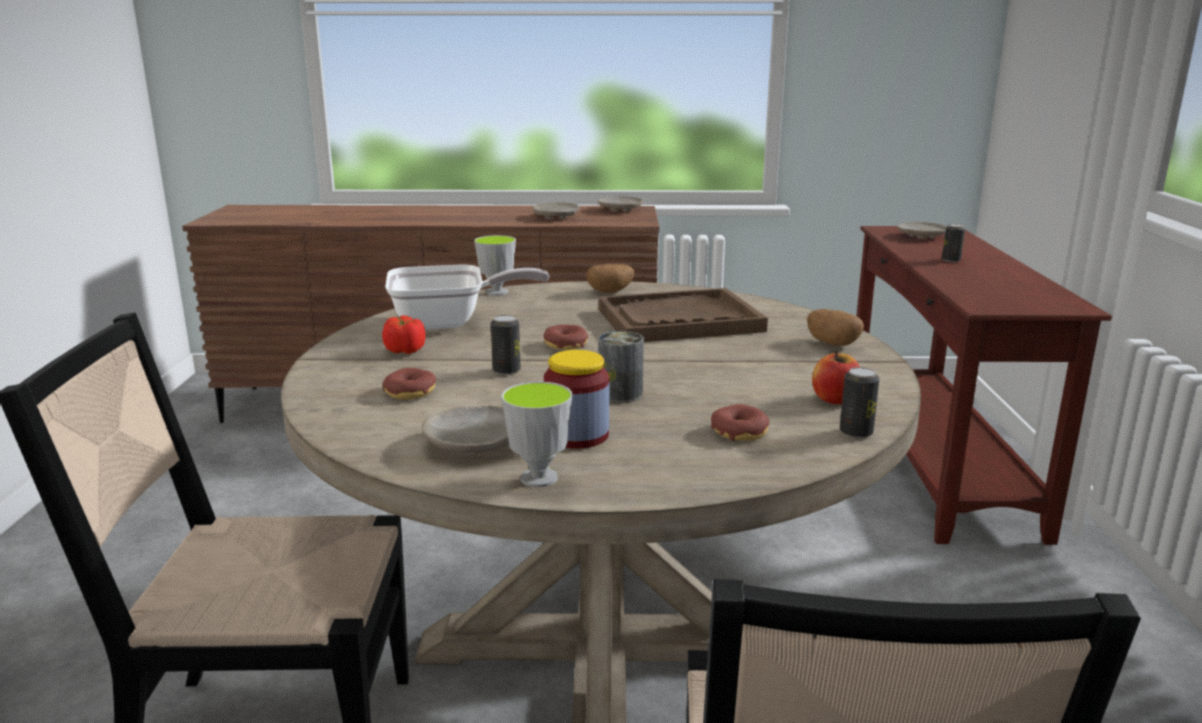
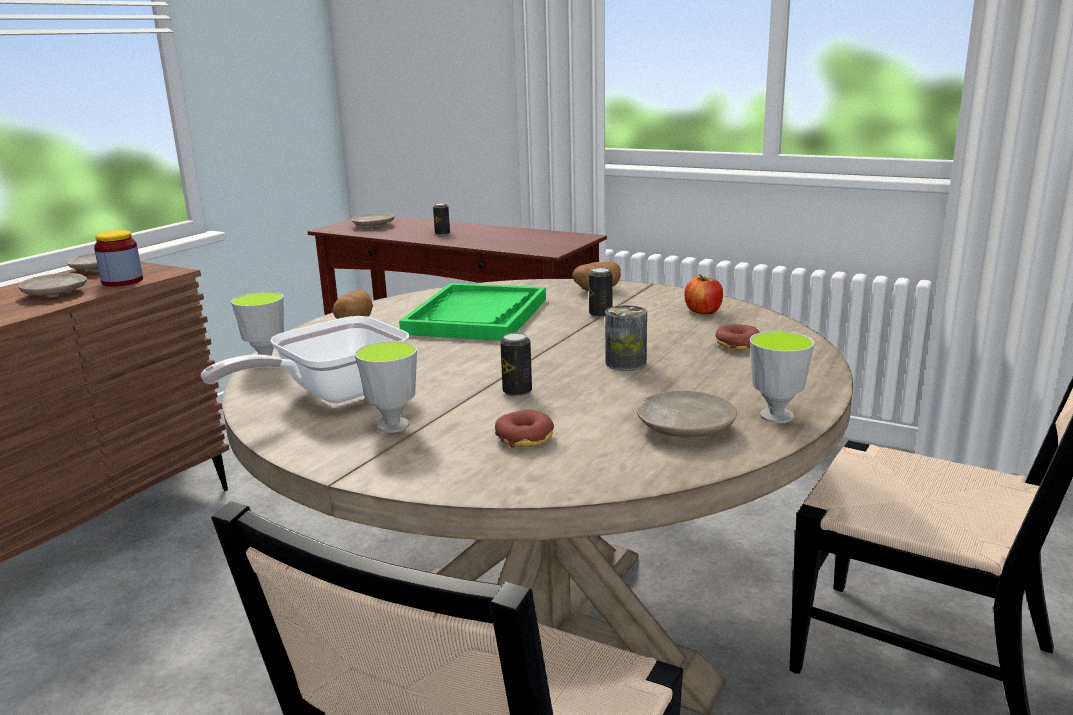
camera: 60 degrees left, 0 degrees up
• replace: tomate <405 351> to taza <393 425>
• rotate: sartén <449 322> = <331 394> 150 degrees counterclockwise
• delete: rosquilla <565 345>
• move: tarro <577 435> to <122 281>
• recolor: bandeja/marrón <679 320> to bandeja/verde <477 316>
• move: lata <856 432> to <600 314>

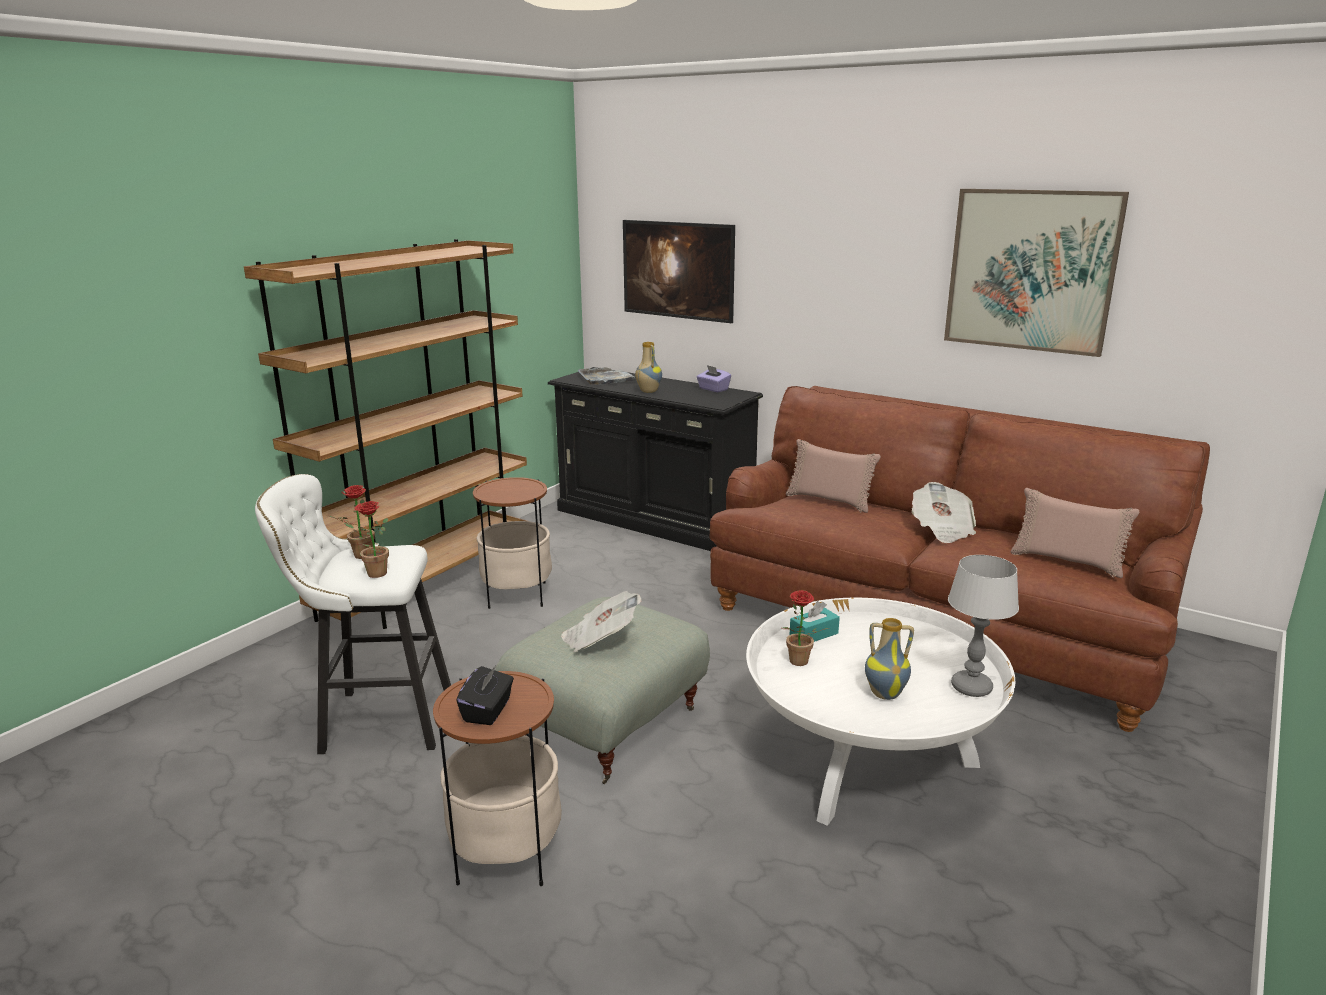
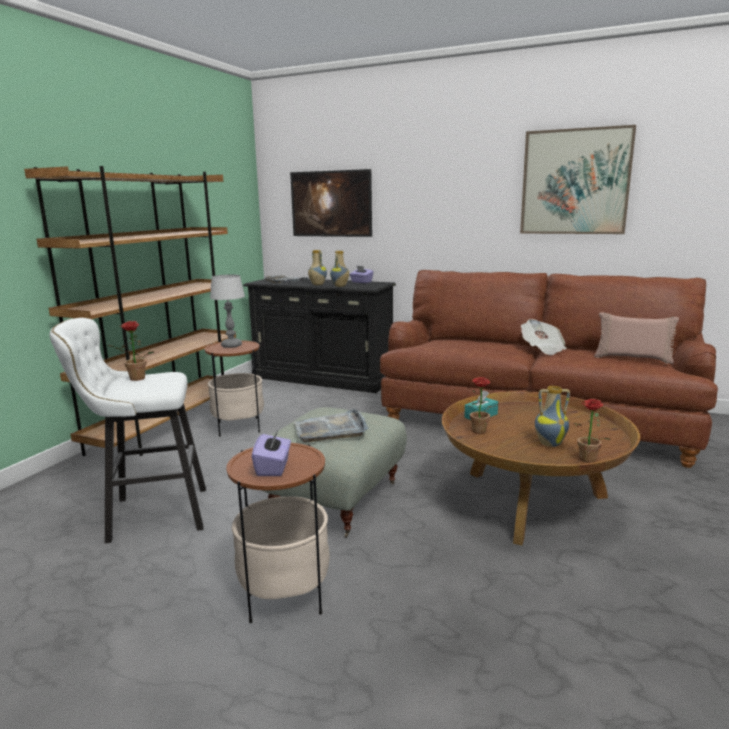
camera: 10 degrees left, 5 degrees down
• move: planta en maceta <372 573> to <584 460>
• recolor: caja de pañuelos/negro <488 711> to caja de pañuelos/morado <273 467>
• replace: periódico <600 640> to bandeja/gris <331 429>
• recolor: mesa de centro/blanco <868 760> to mesa de centro/marrón <530 501>
• delete: cojín/beis <829 501>
• move: lámpara de mesa <970 687> to <231 345>
• insert: florero <340 286>

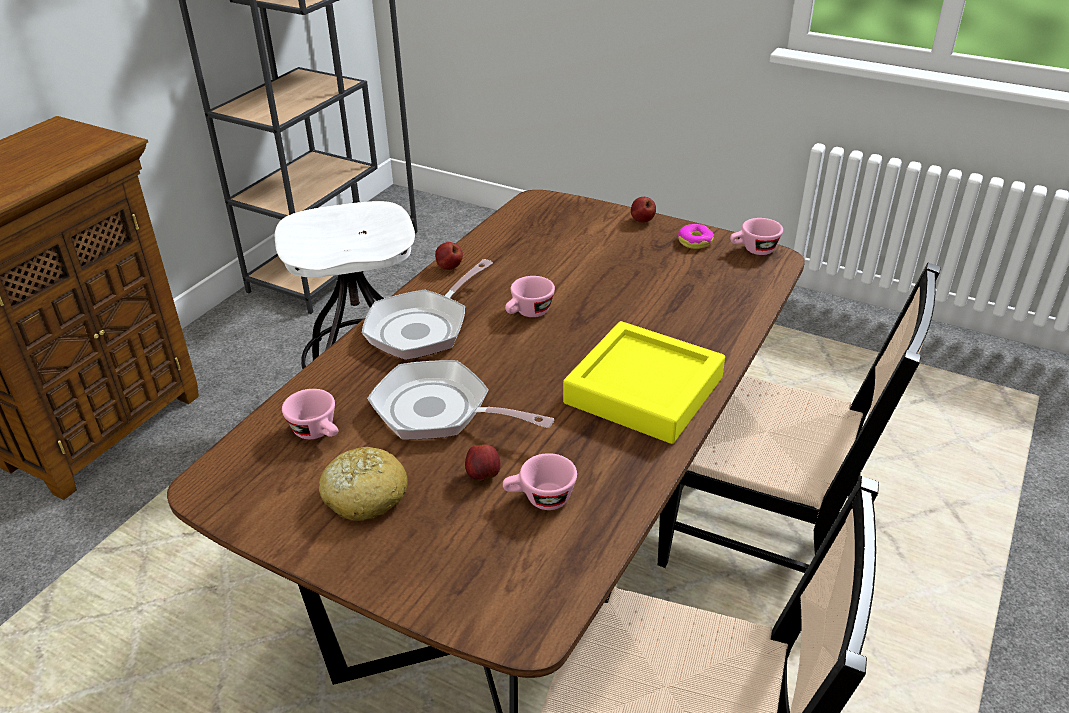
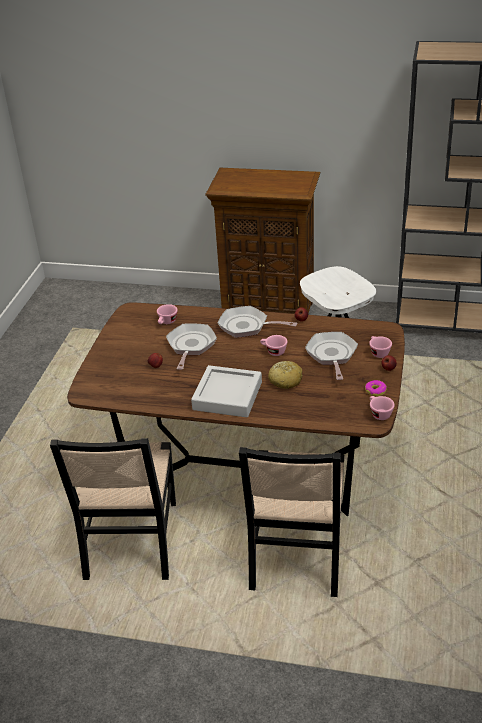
camera: 75 degrees right, 0 degrees up
• move: pan <364 496> to <285 380>
• move: taza/rosa <540 499> to <378 352>
• recolor: bandeja/amarillo <643 390> to bandeja/gris <227 396>
• insert: sartén <332 355>

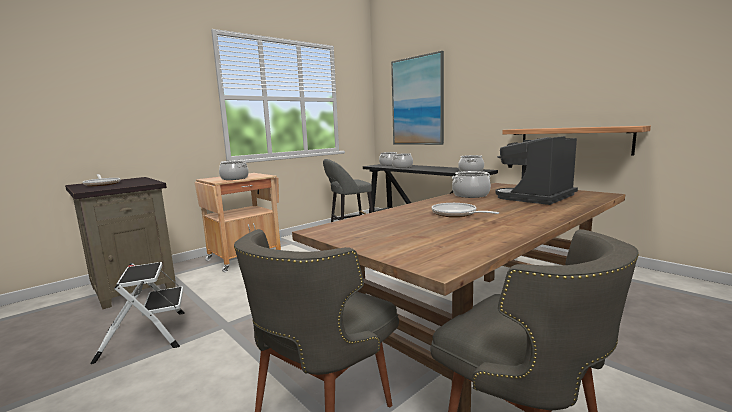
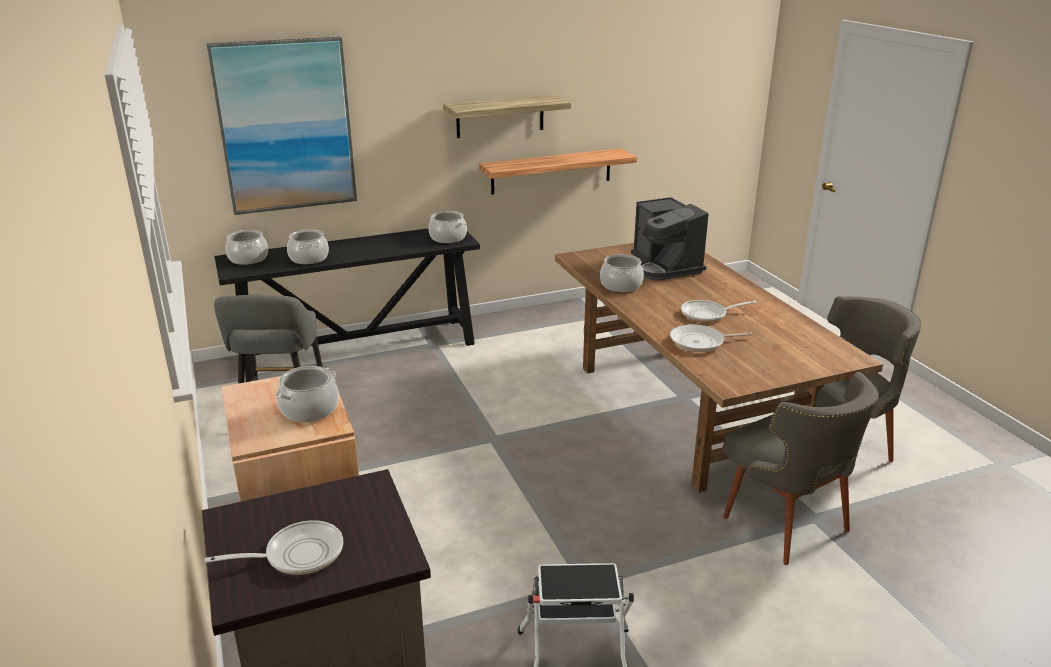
camera: 70 degrees left, 15 degrees up
• insert: estante <500 116>
• insert: sartén <700 342>

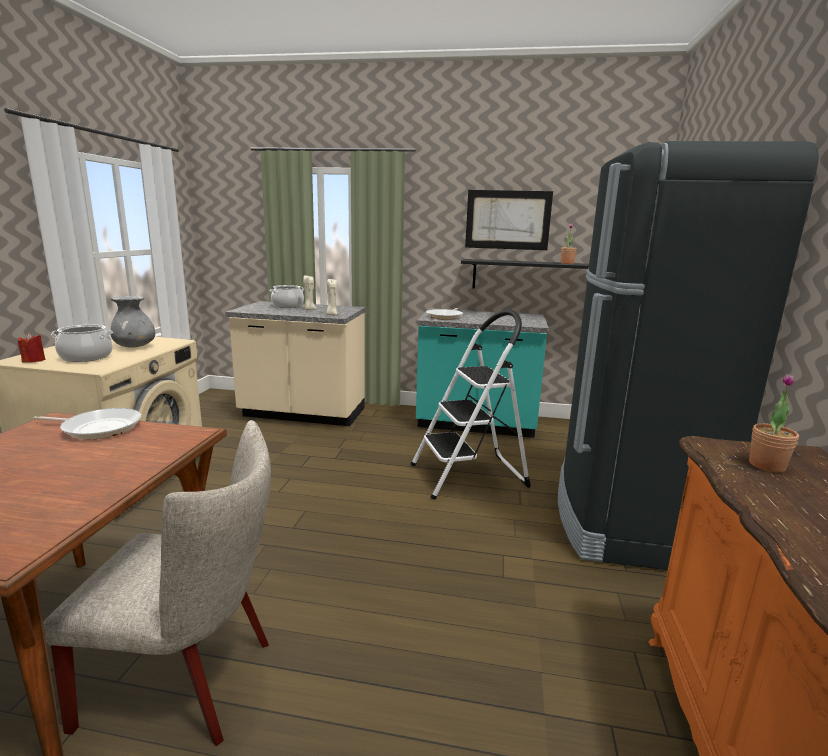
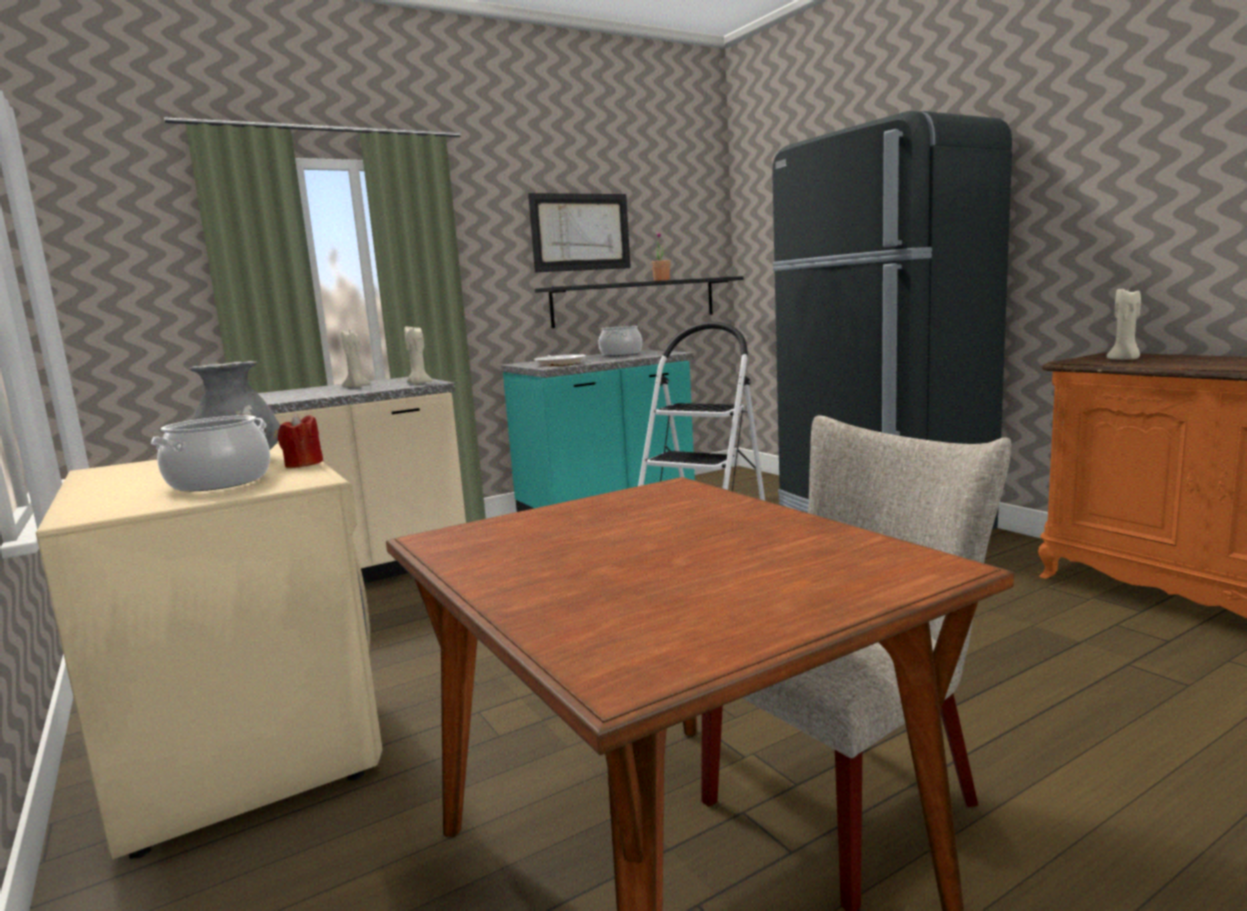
camera: 40 degrees left, 5 degrees down
• move: vela/rojo <34 360> to <303 464>
• delete: sartén <98 428>
• move: olla <287 306> to <621 354>
• replace: planta en maceta <767 465> to vela/beis <1124 359>

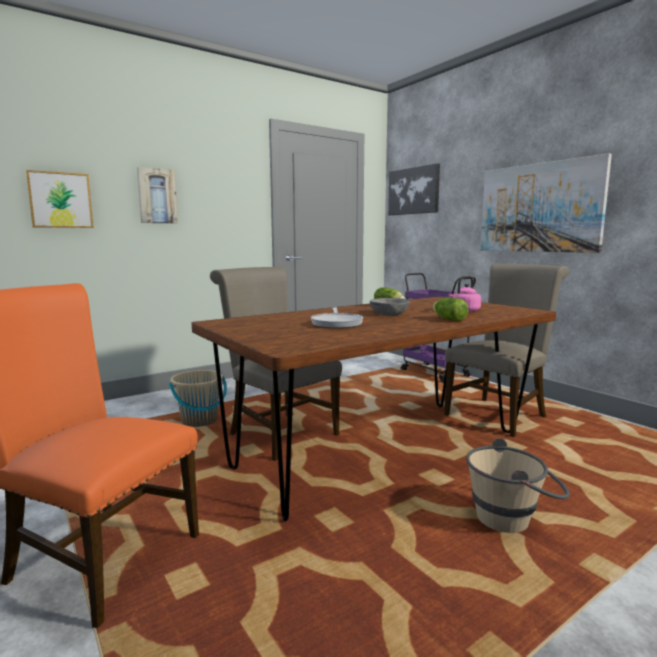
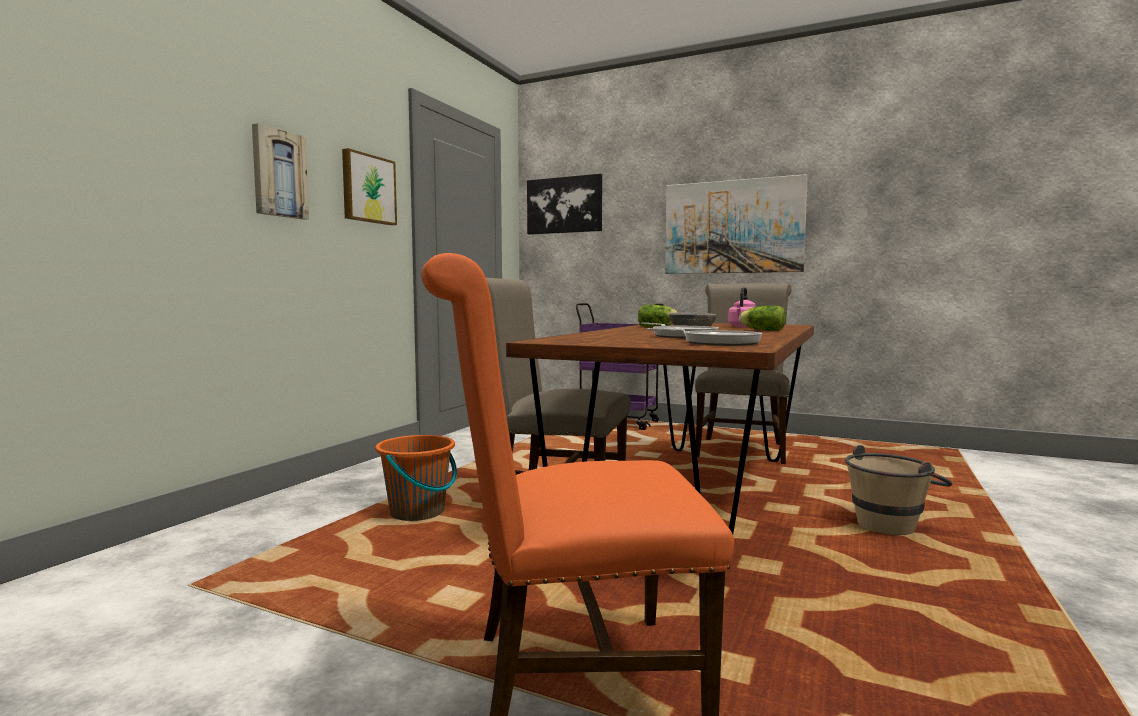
camera: 30 degrees left, 5 degrees down
• move: cuadro <60 200> to <367 189>
• recolor: cubo/beis <199 421> to cubo/naranja <418 513>
• insert: sartén <716 342>

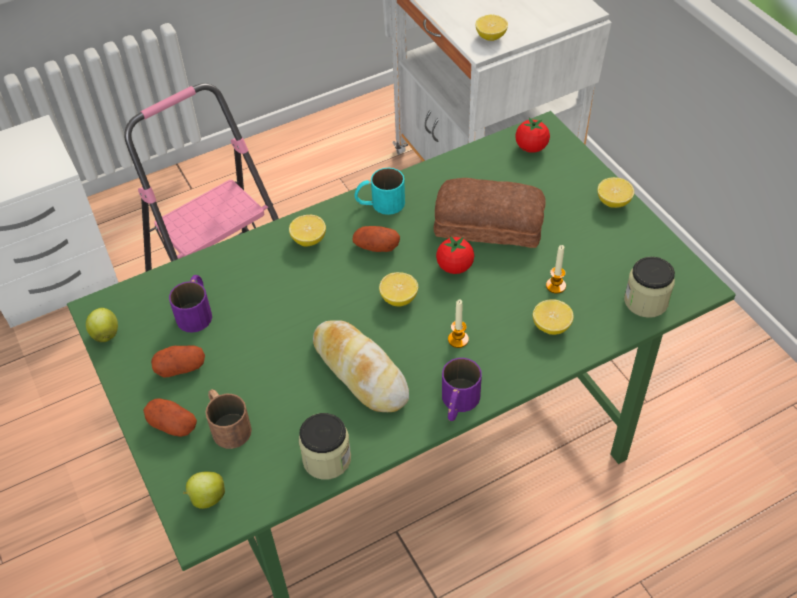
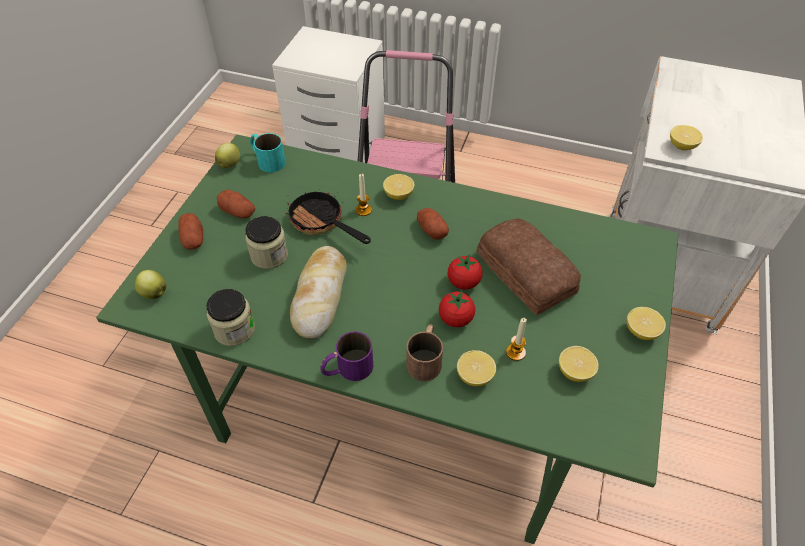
camera: 45 degrees right, 0 degrees up
• delete: taza grande/morado <196 310>
• move: taza grande/marrón <227 424> to <425 358>
• move: taza grande/turquesa <380 203> to <267 160>
• move: limón <399 298> to <575 372>
• move: vela <458 339> to <363 210>
• move: tomate <531 147> to <455 319>
• move: tarro <646 301> to <269 255>
• insert: sartén <322 223>

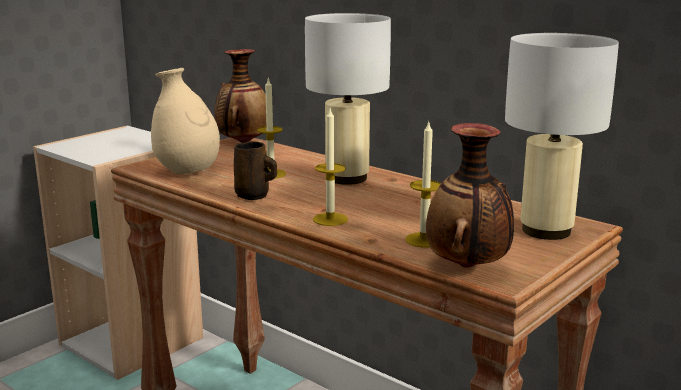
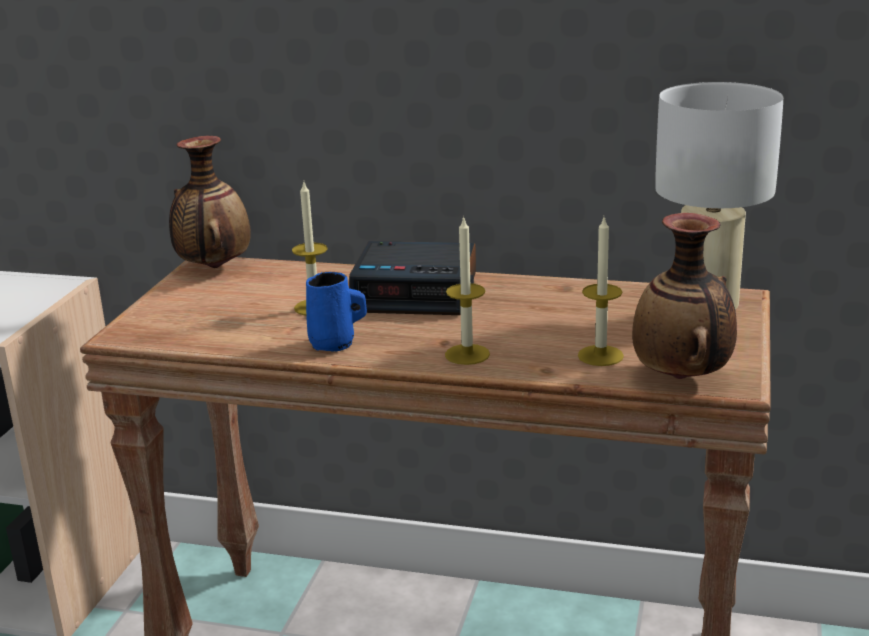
camera: 25 degrees left, 5 degrees up
• delete: florero/beis <187 172>
• recolor: taza grande/marrón <254 196> to taza grande/azul <335 344>
• replace: lámpara de mesa/blanco <348 178> to despertador <417 292>

